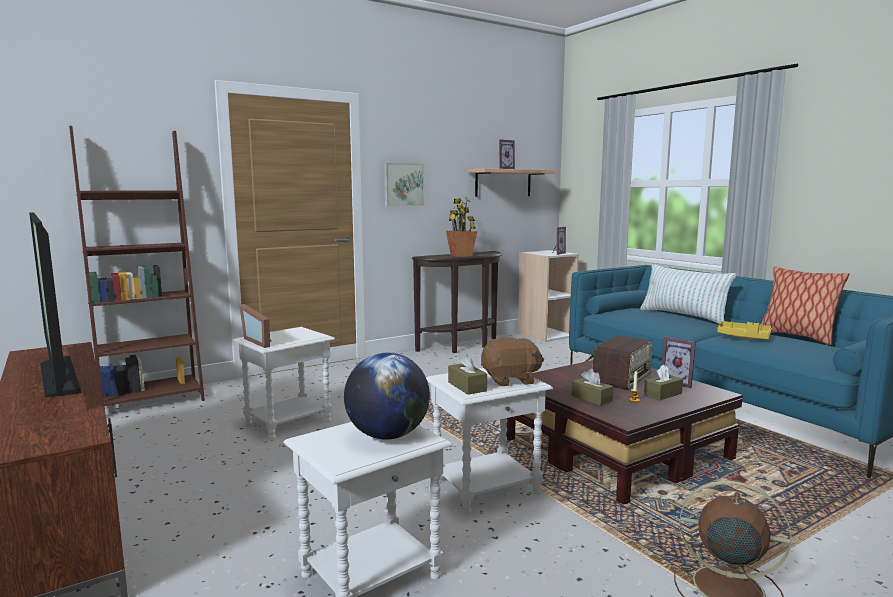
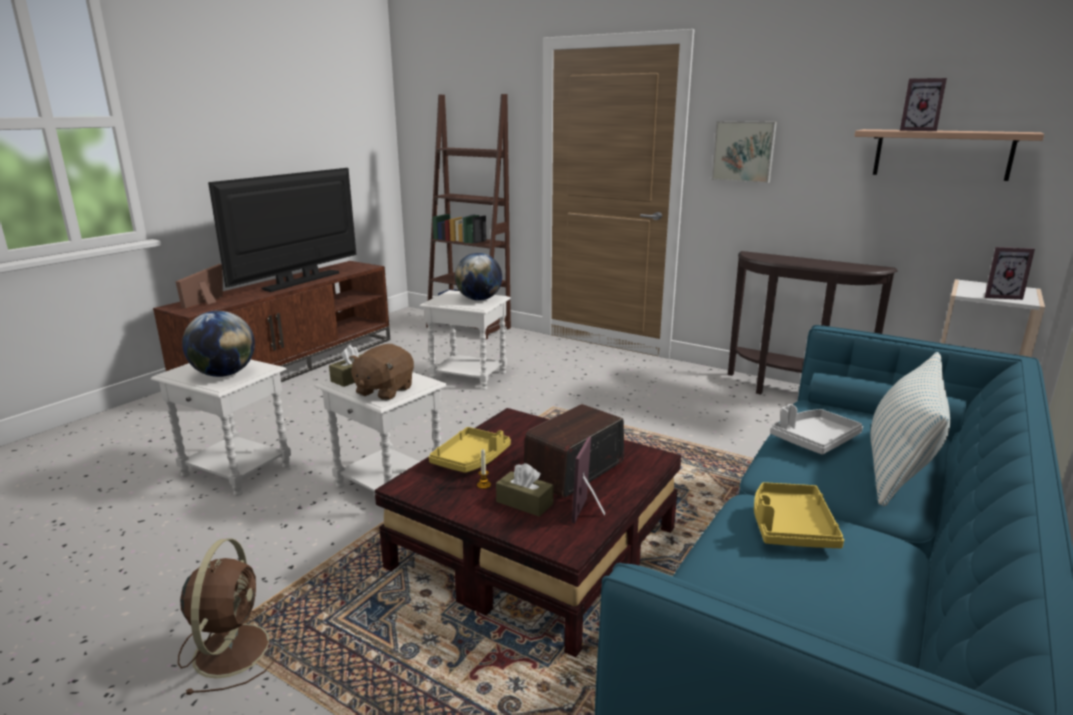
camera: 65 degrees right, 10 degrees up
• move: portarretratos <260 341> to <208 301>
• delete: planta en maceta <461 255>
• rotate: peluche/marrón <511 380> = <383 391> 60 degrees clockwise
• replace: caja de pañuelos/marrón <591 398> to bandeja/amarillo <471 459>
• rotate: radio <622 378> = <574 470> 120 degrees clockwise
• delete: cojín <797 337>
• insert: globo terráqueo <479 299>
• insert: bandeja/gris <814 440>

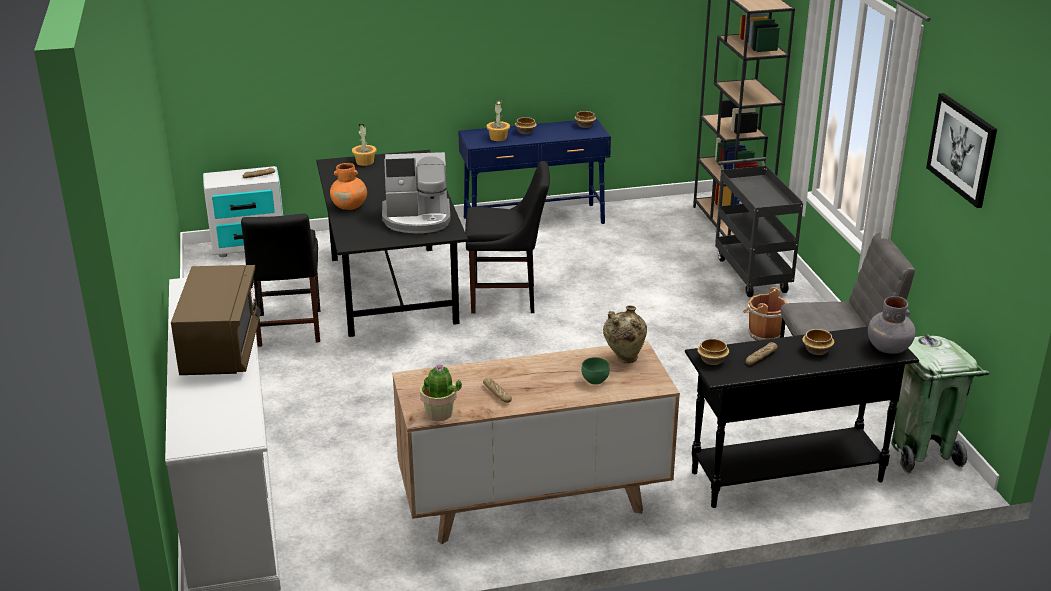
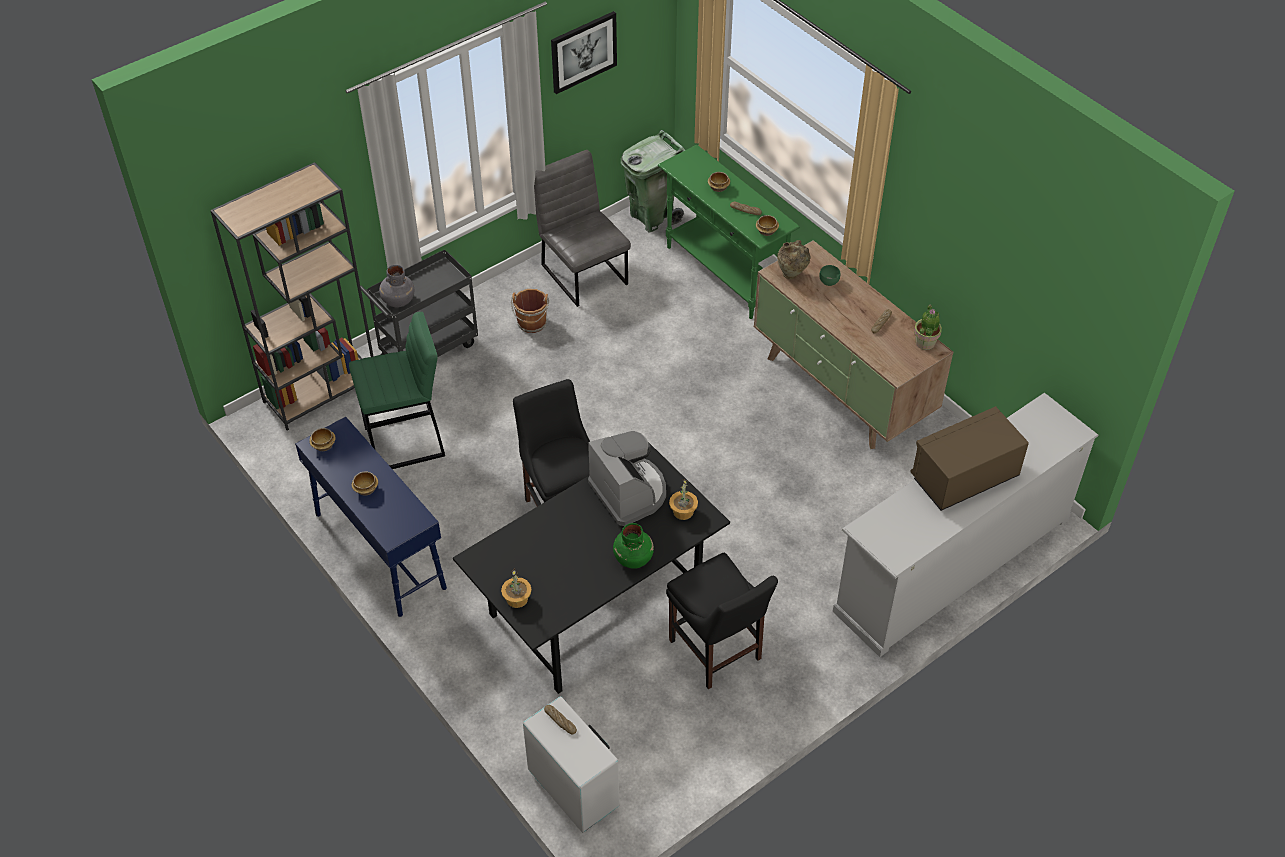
camera: 115 degrees left, 20 degrees up
• rotate: silla/negro <288 330> = <717 653> 90 degrees clockwise
• recolor: florero/naranja <349 206> to florero/verde <633 558>
• move: planta en maceta <498 137> to <682 511>
• recolor: mesa consola/negro <785 476> to mesa consola/verde <724 274>
• move: florero/gris <888 347> to <398 300>
• insert: taburete/verde <407 441>

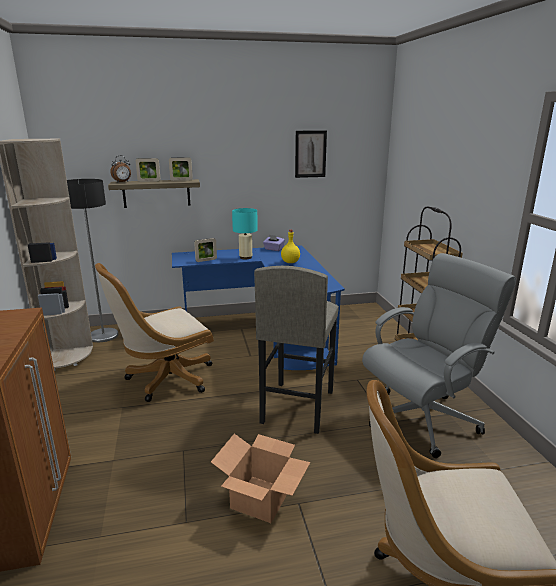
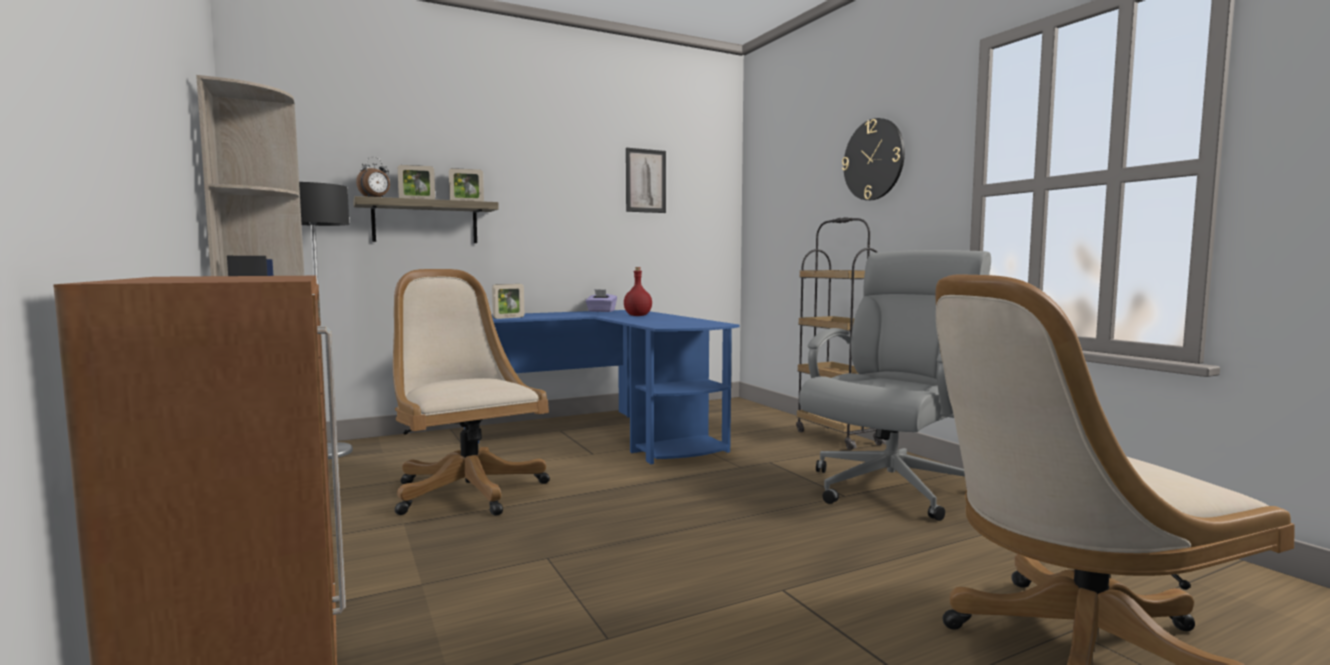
camera: 15 degrees left, 15 degrees down
• rotate: silla de oficina <164 380> = <465 488> 105 degrees clockwise
• delete: caja de cartón <260 498>
• delete: lámpara de mesa/turquesa <245 257>
• delete: taburete/gris <296 407>
• recolor: botella/amarillo <290 262> to botella/rojo <638 316>
• insert: reloj de pared <873 159>

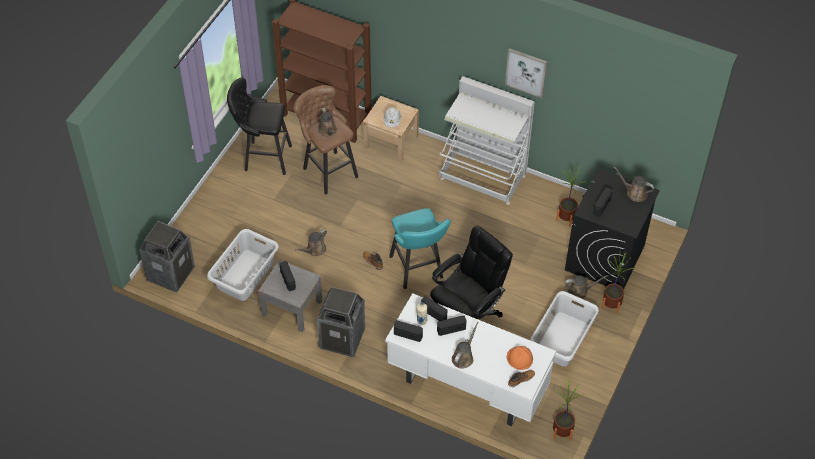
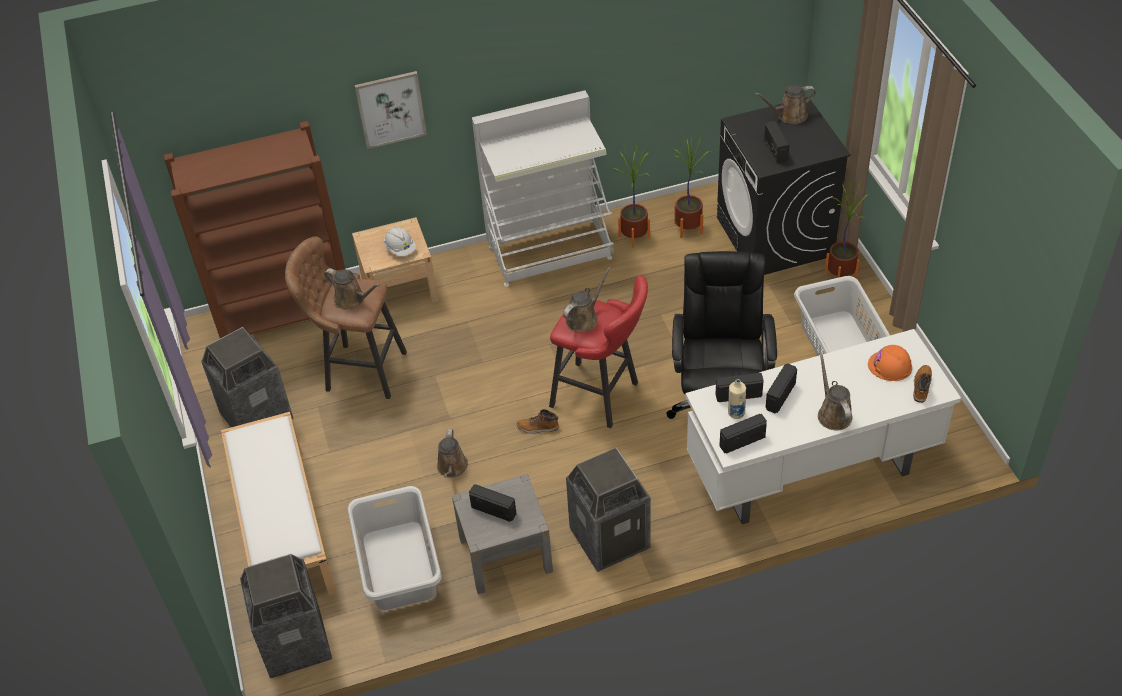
camera: 40 degrees left, 5 degrees down
• replace: taburete/negro <262 157> to papelera <256 416>
• recolor: taburete/turquesa <418 272> to taburete/rojo <603 398>
• move: cuadro <526 72> to <390 109>
• move: planta en maceta <562 432> to <634 237>
• move: regadera/marrón <580 291> to <584 318>
• insert: banco/blanco <282 526>

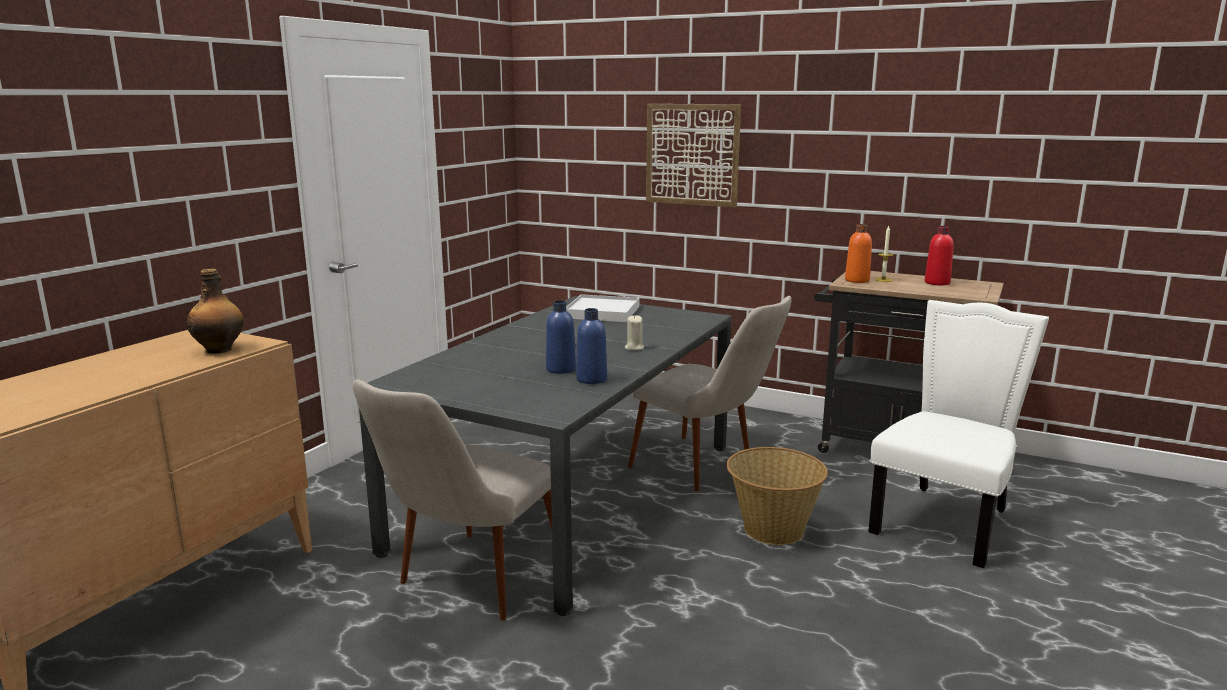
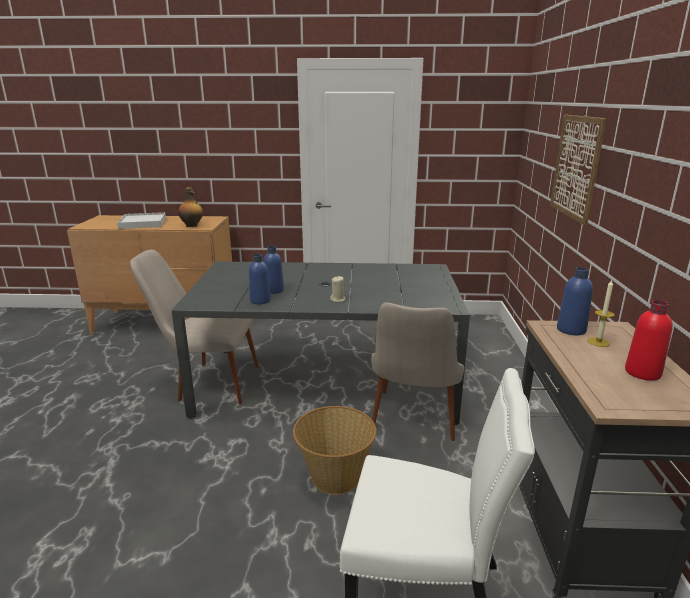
camera: 65 degrees right, 5 degrees up
• move: bandeja/blanco <602 312> to <143 223>
• recolor: botella/naranja <857 280> to botella/azul <571 330>

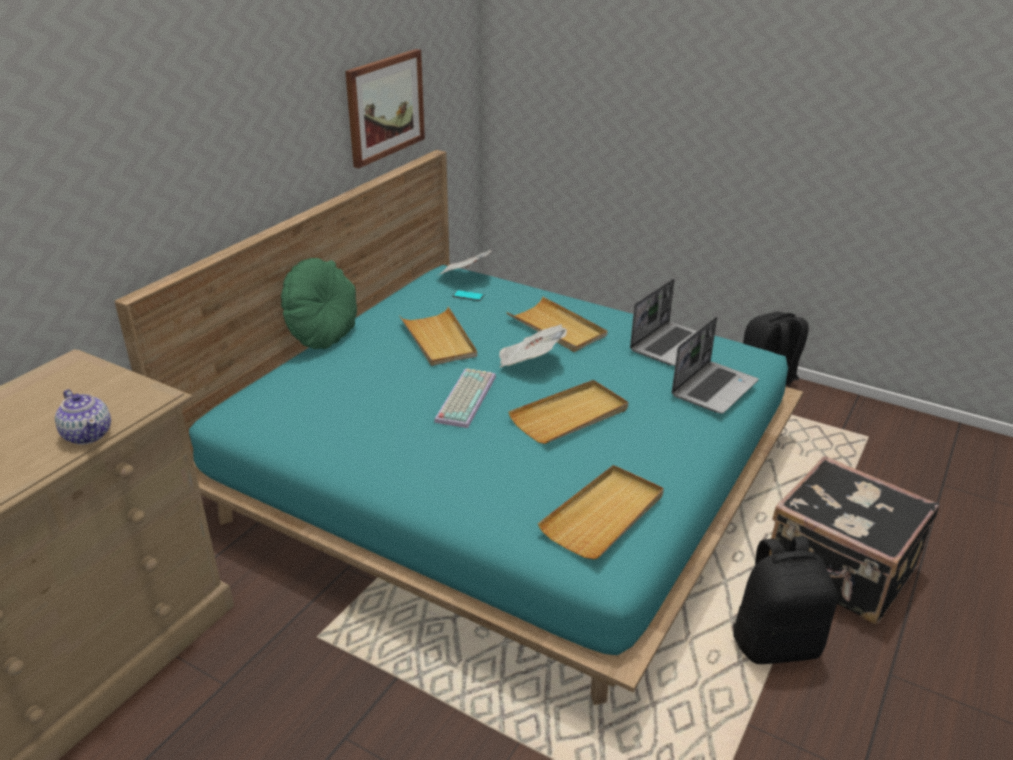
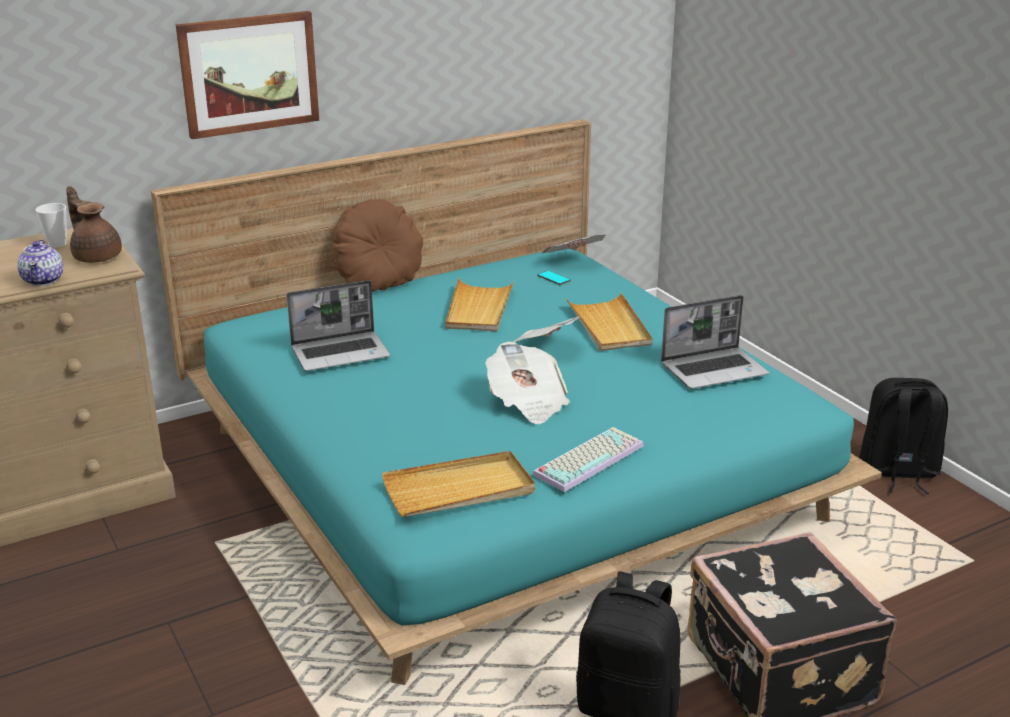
camera: 30 degrees right, 5 degrees down
• recolor: cojín/verde <324 339> to cojín/marrón <379 285>
• move: cuadro <385 106> to <249 73>
• move: teclado <464 397> to <588 459>
• replace: bandeja/beis <570 415> to periódico <527 403>
• move: portátil <714 388> to <341 353>
• insert: taza <57 244>
• insert: tetera/marrón <96 256>

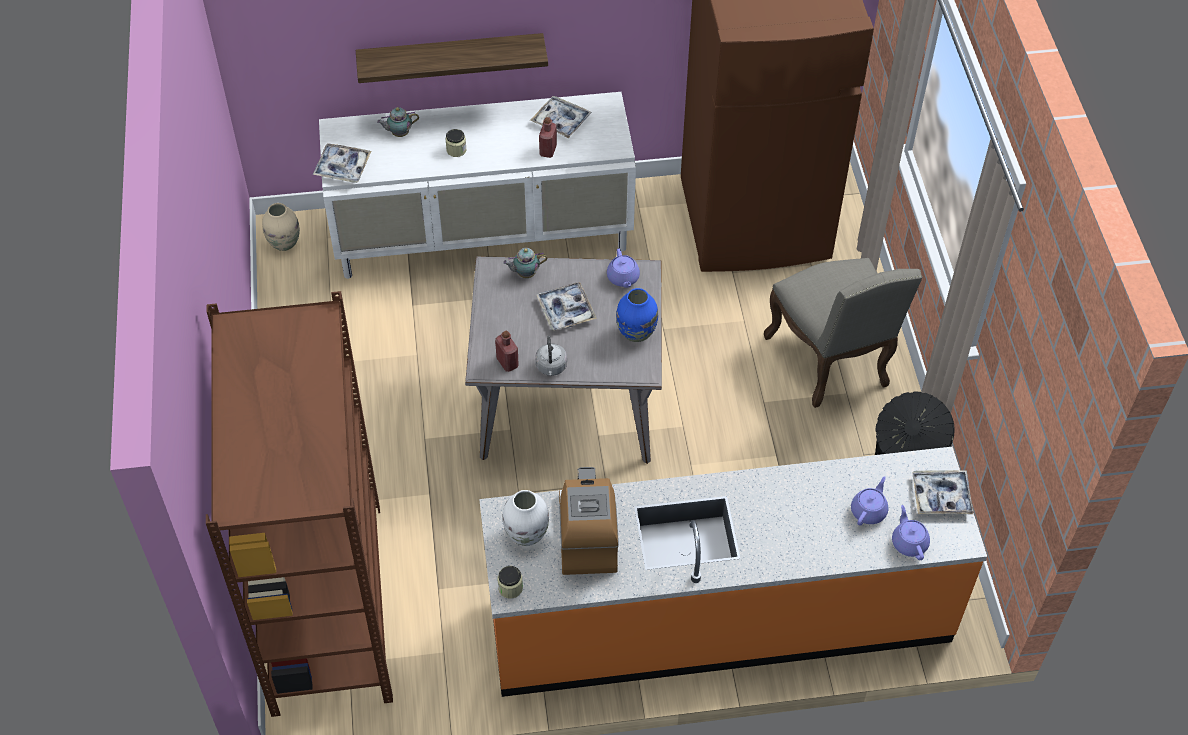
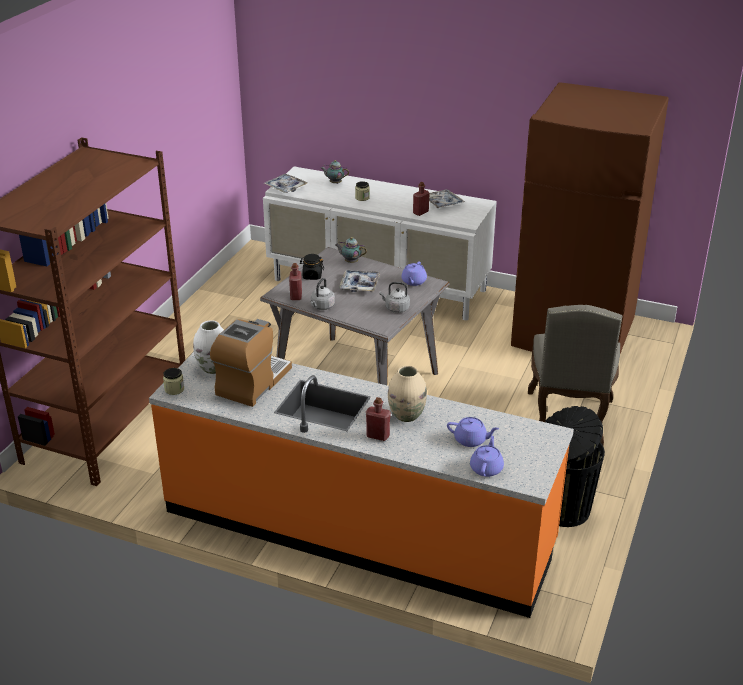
camera: 30 degrees right, 20 degrees down
• move: florero/beis <284 243> to <406 416>
• delete: estante <451 57>
• replace: florero/azul <636 333> to hervidor/gris <396 308>
• rotate: tetera/morado <869 511> = <471 440> 45 degrees clockwise
• delete: bandeja <941 496>
• insert: tarro/negro <312 276>
• insert: botella/rojo <378 436>

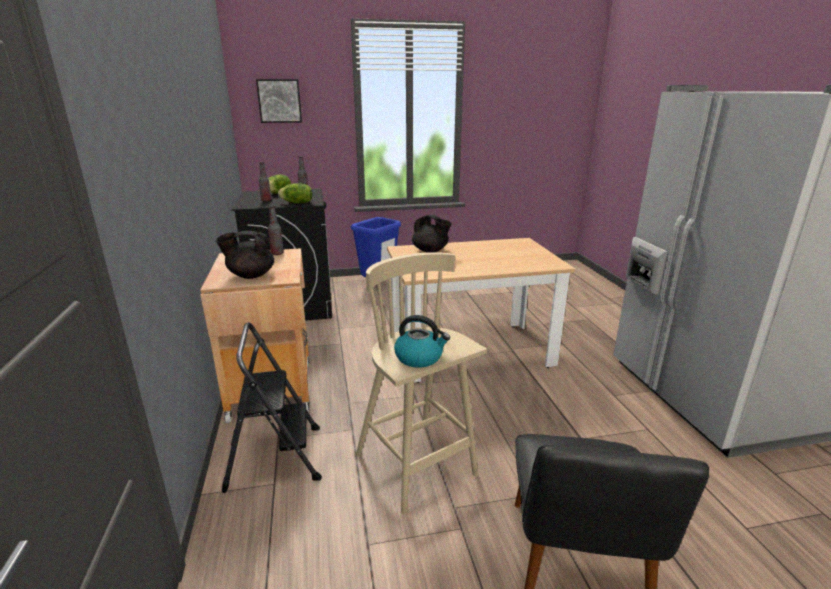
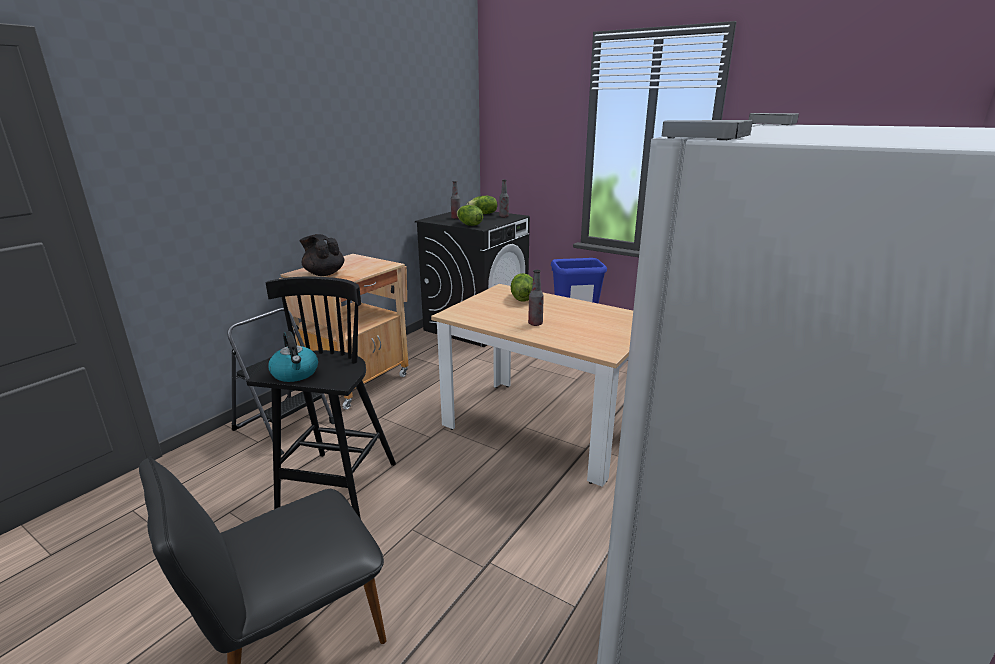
camera: 45 degrees right, 0 degrees up
• delete: cuadro <279 101>
• move: botella <277 253> to <535 324>
• recolor: taburete/beis <418 467> to taburete/negro <337 488>
• replace: tetera/negro <430 251> to lechuga <522 298>

